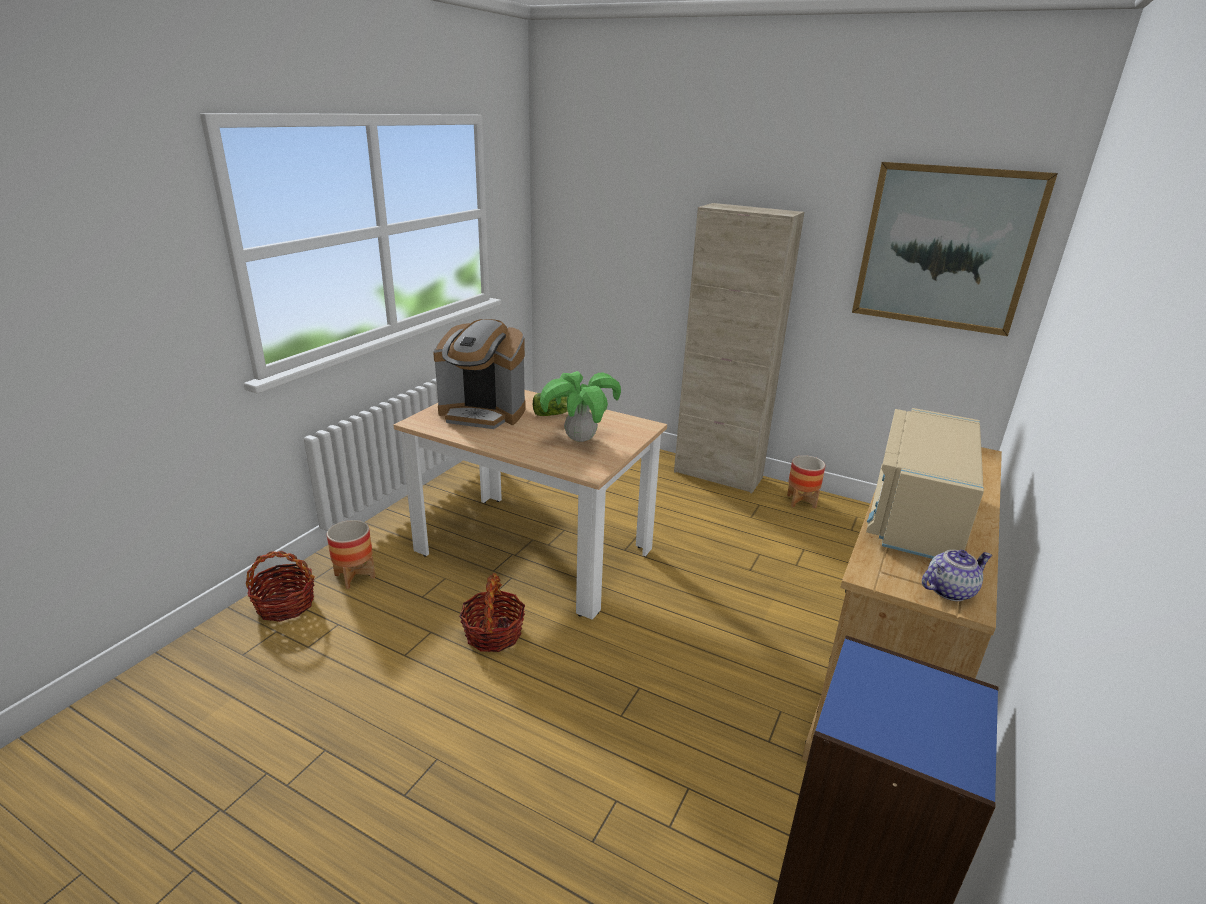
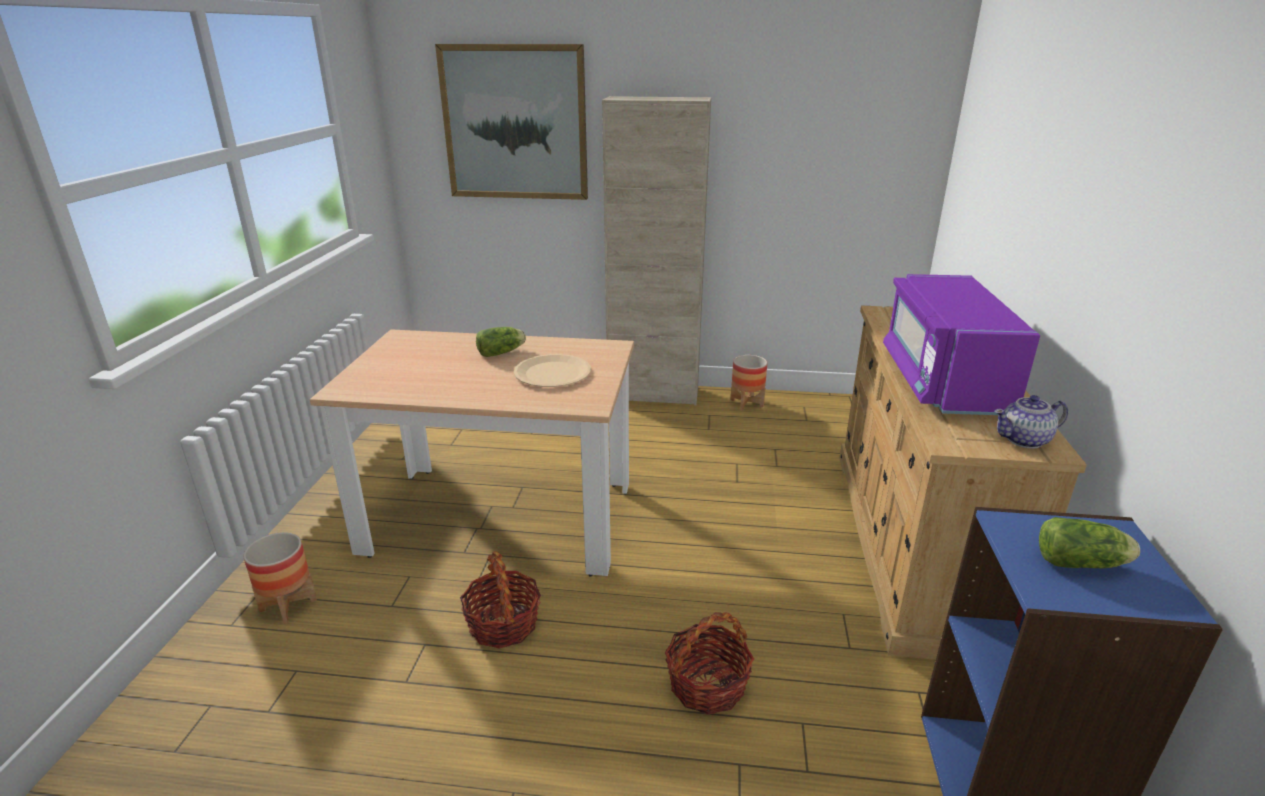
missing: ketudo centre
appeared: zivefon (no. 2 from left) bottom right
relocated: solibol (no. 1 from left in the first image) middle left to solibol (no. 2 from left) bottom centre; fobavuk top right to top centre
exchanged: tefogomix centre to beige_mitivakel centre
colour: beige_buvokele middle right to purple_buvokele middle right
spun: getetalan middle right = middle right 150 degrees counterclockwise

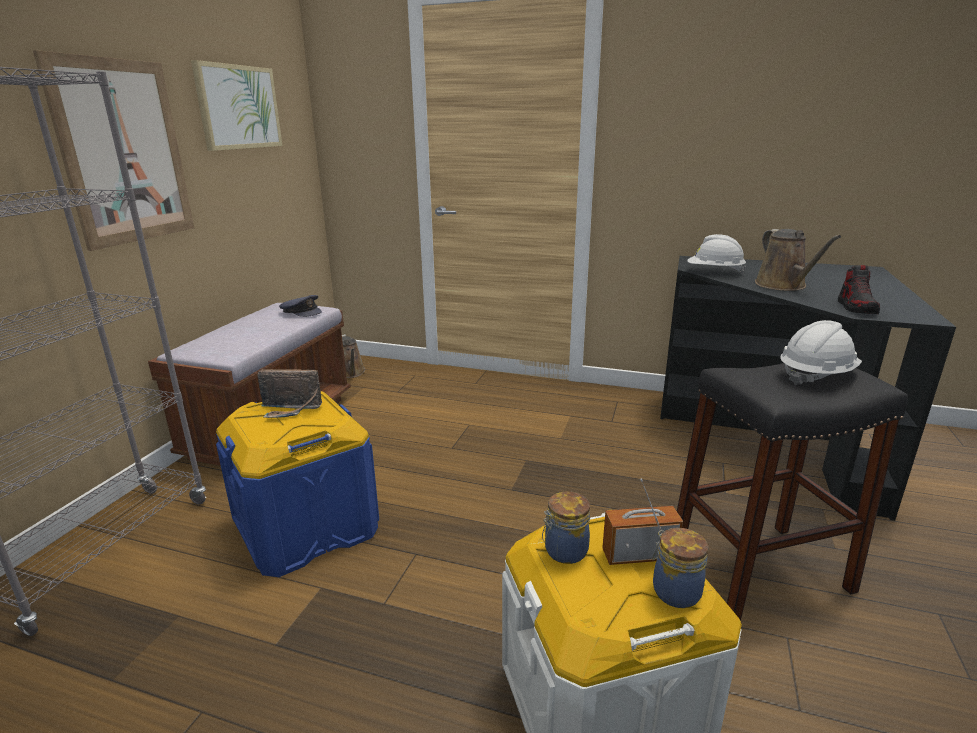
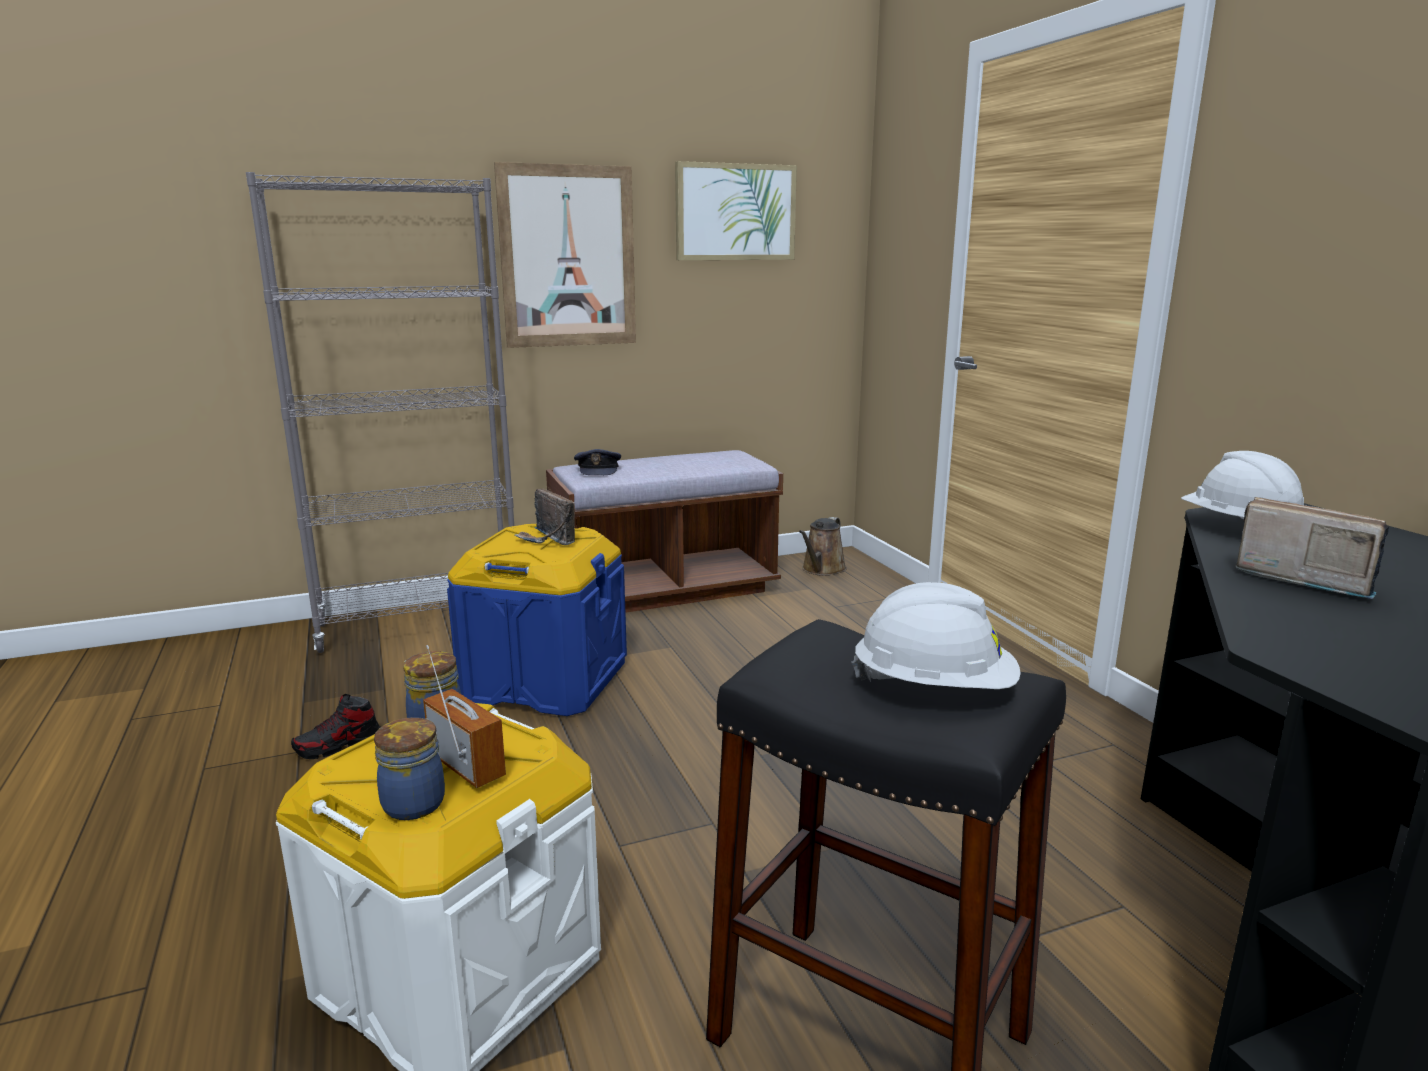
relocated: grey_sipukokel middle left to centre; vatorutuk middle right to bottom left
exchanged: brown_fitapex (no. 2 from left) middle right to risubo (no. 3 from left) middle right

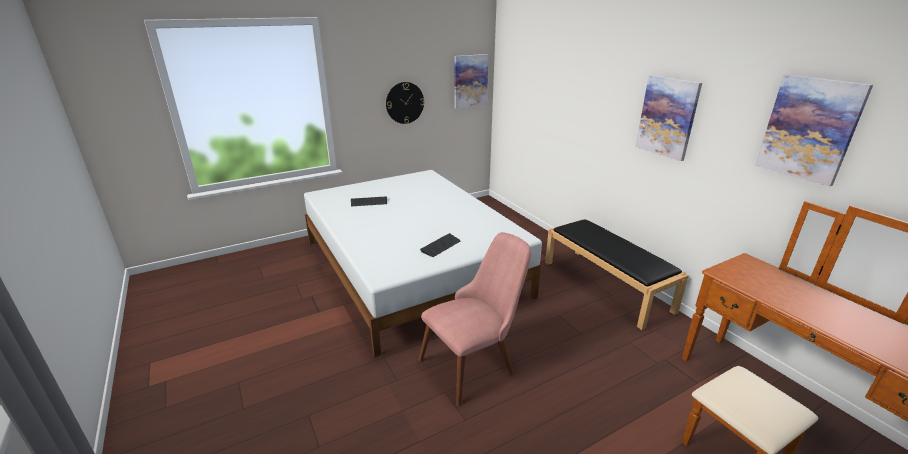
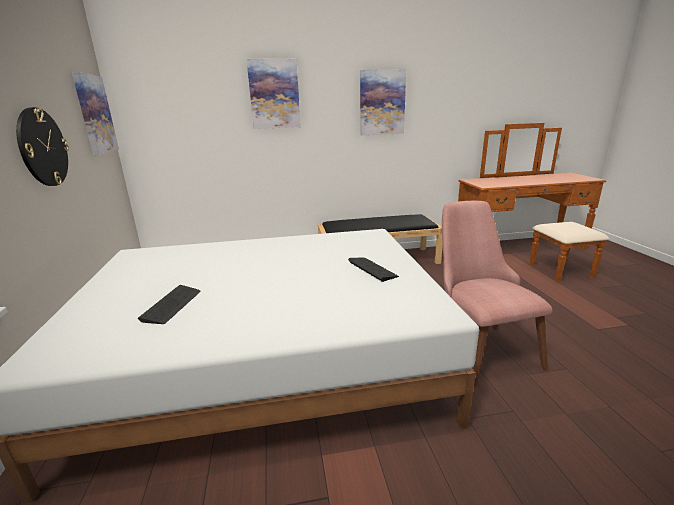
relocated: fobavuk (no. 3 from left in the first image) top right to fobavuk (no. 2 from left) top centre

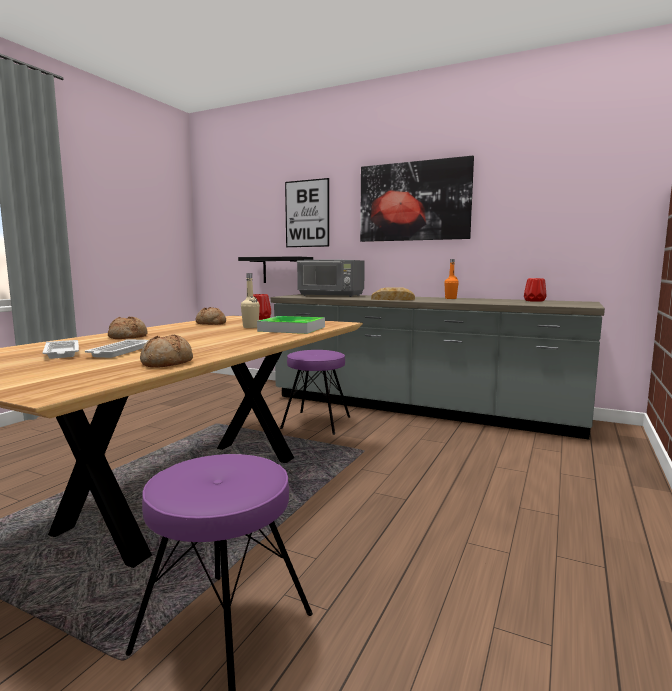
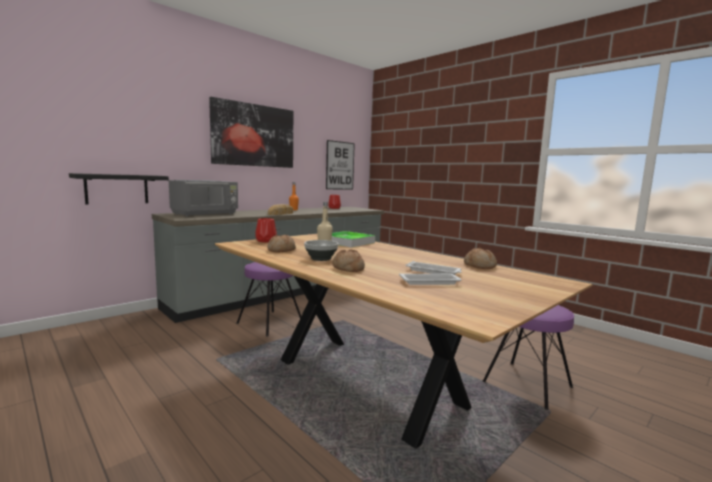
appeared: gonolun centre
relocated: fobavuk (no. 1 from left in the first image) top centre to fobavuk (no. 2 from left) centre

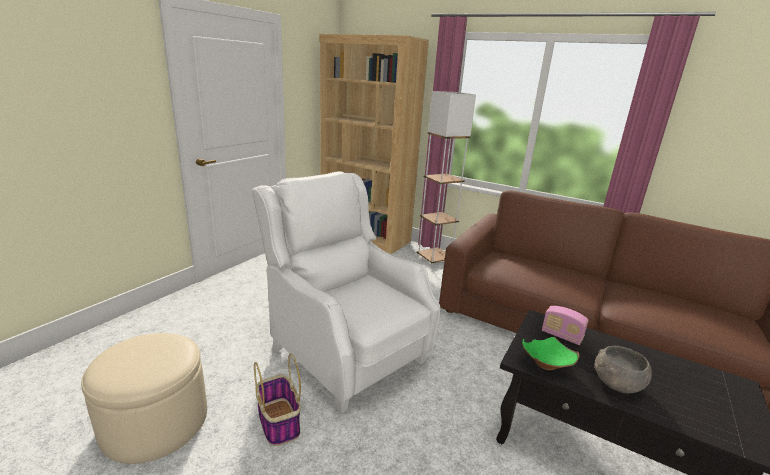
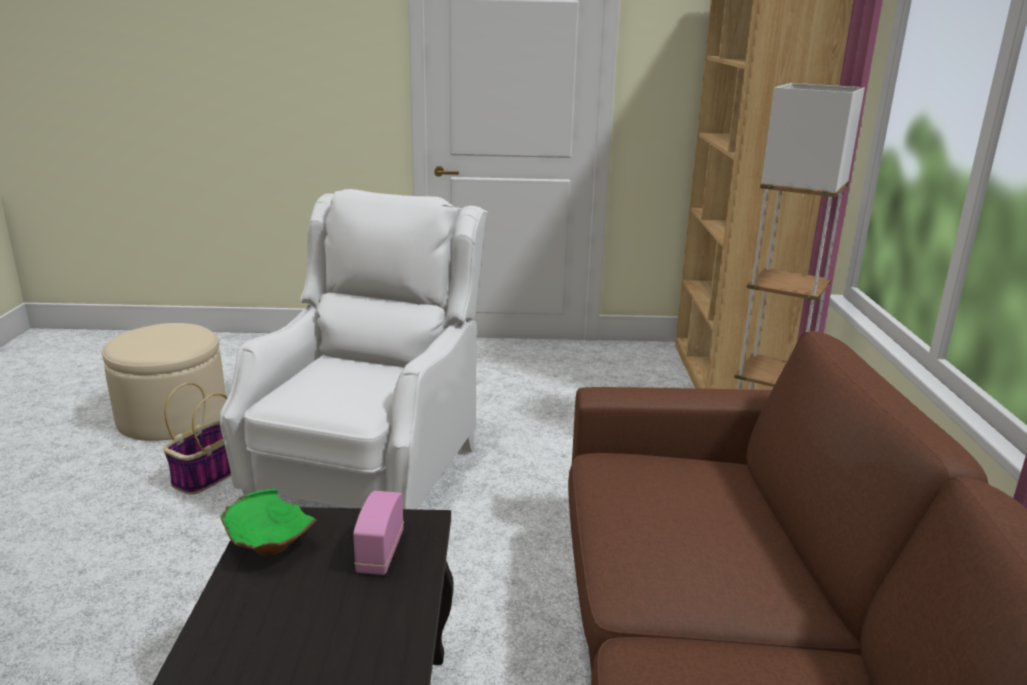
missing: grey_gonolun bottom right

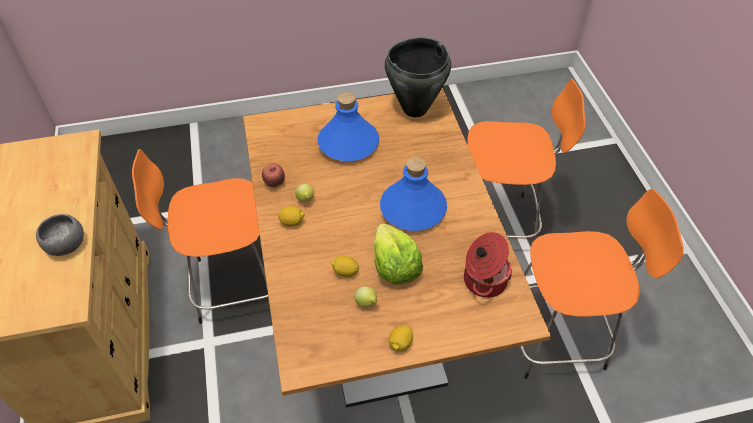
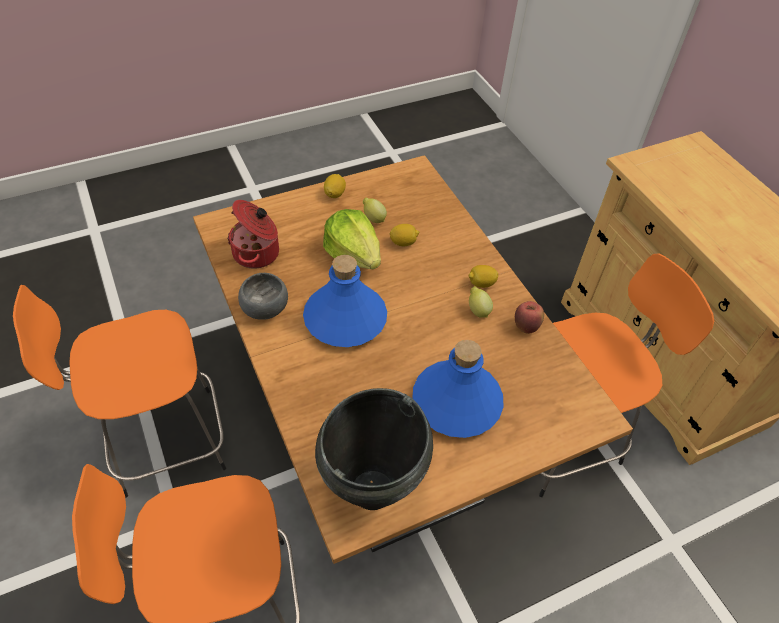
relocated: grey_gonolun middle left to centre

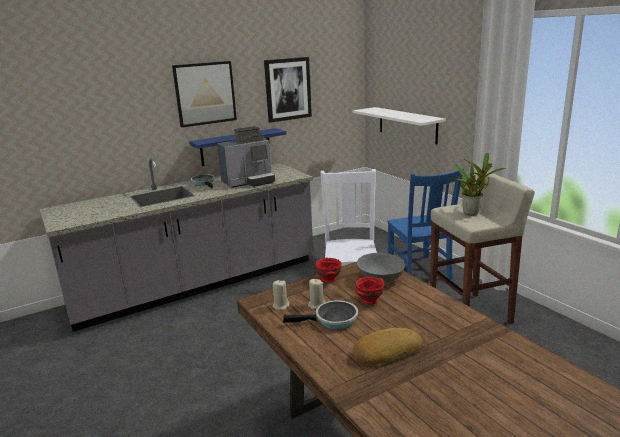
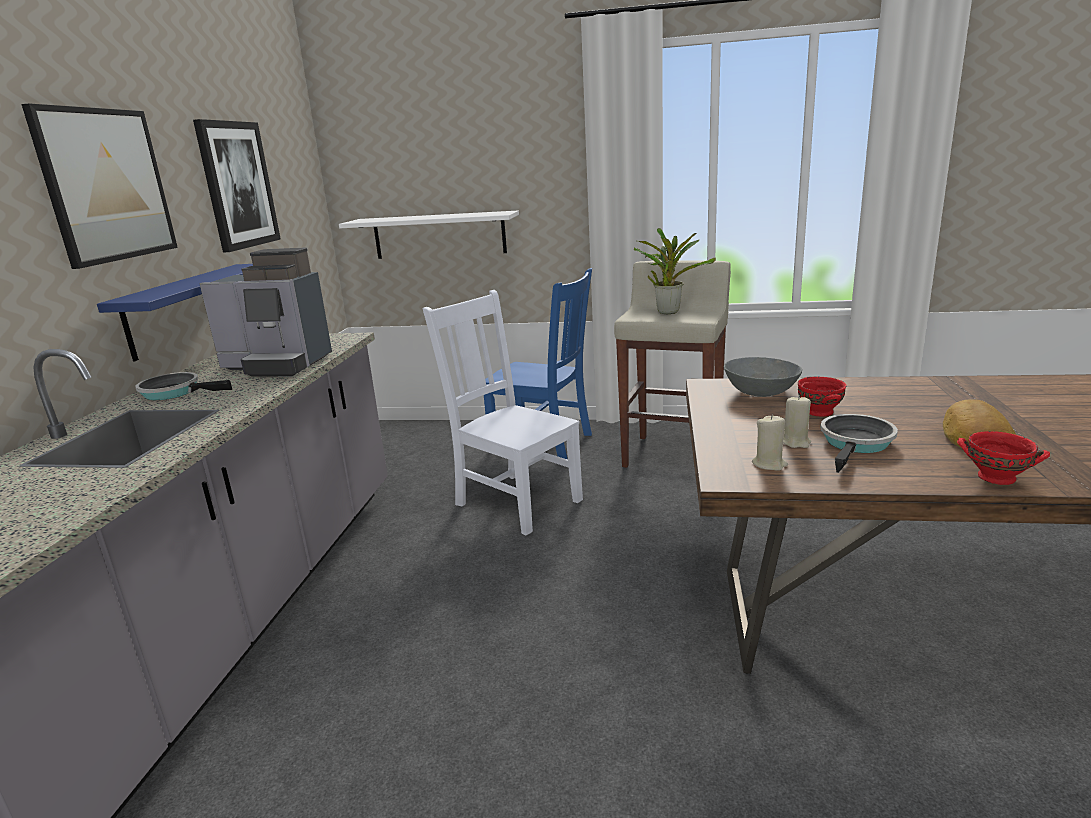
relocated: red_gonolun (no. 1 from left in the first image) centre to red_gonolun (no. 2 from left) middle right
spun: ketudo centre = middle left 90 degrees clockwise

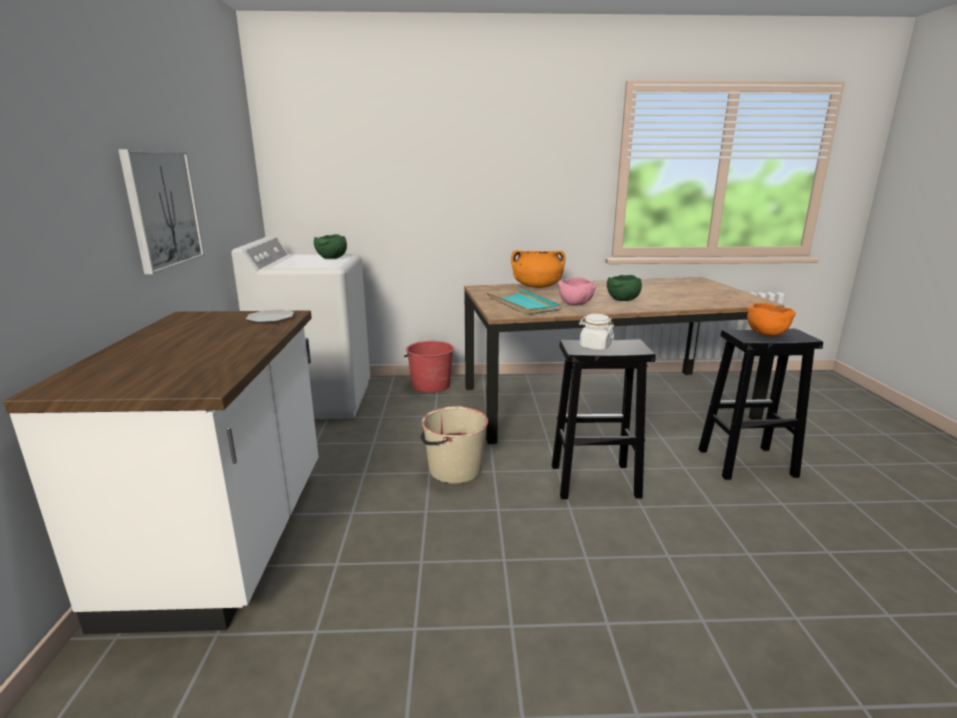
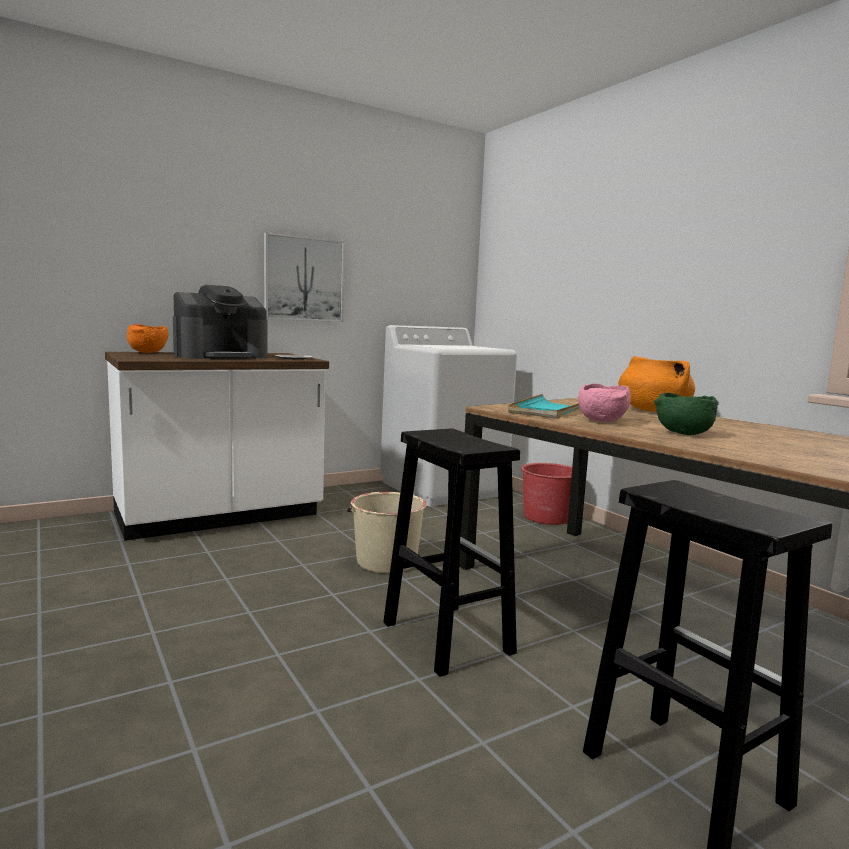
missing: green_gonolun (no. 1 from left) centre; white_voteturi centre
appeared: ketudo middle left
relocated: orange_gonolun middle right to middle left

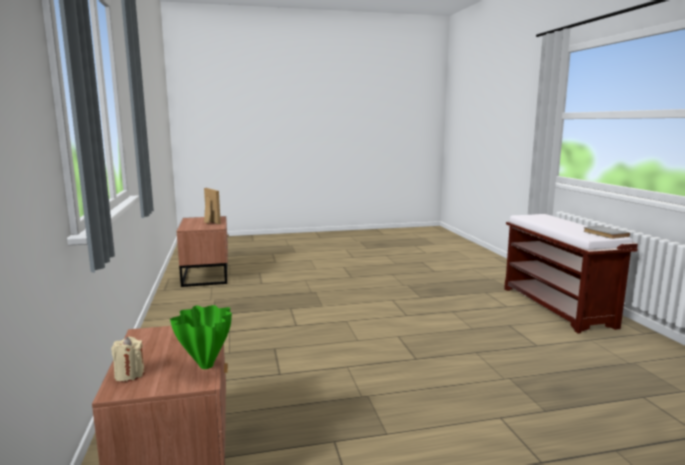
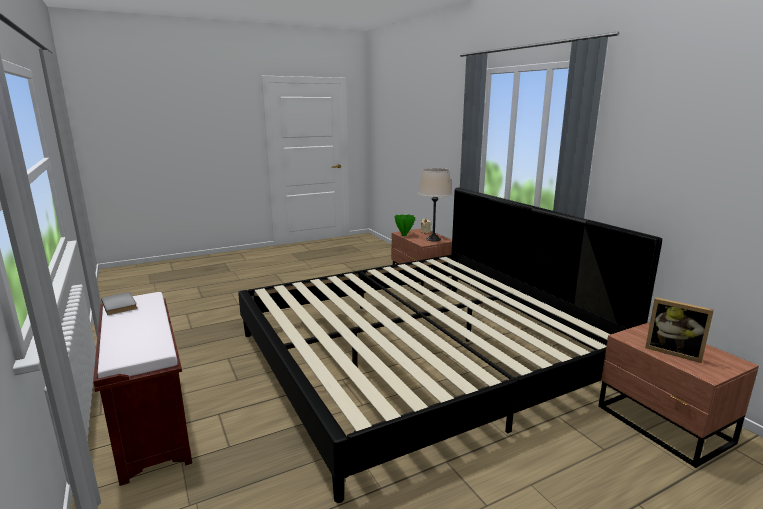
appeared: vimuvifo bottom centre; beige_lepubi centre

